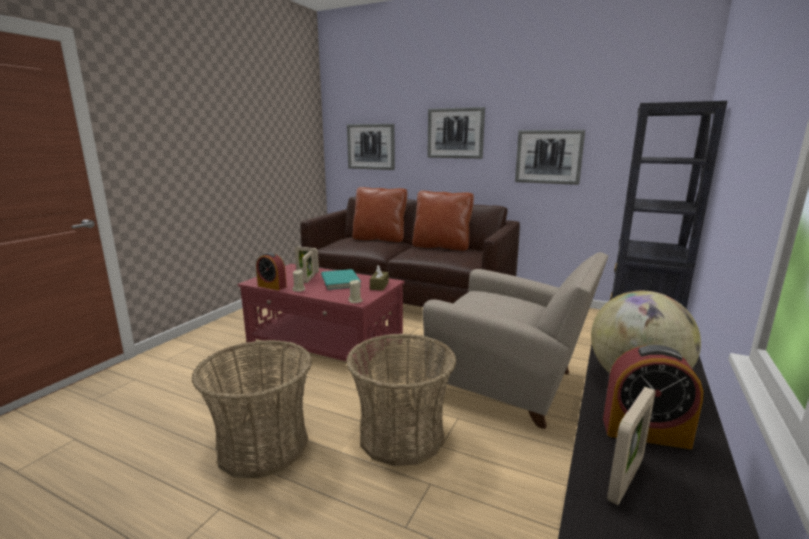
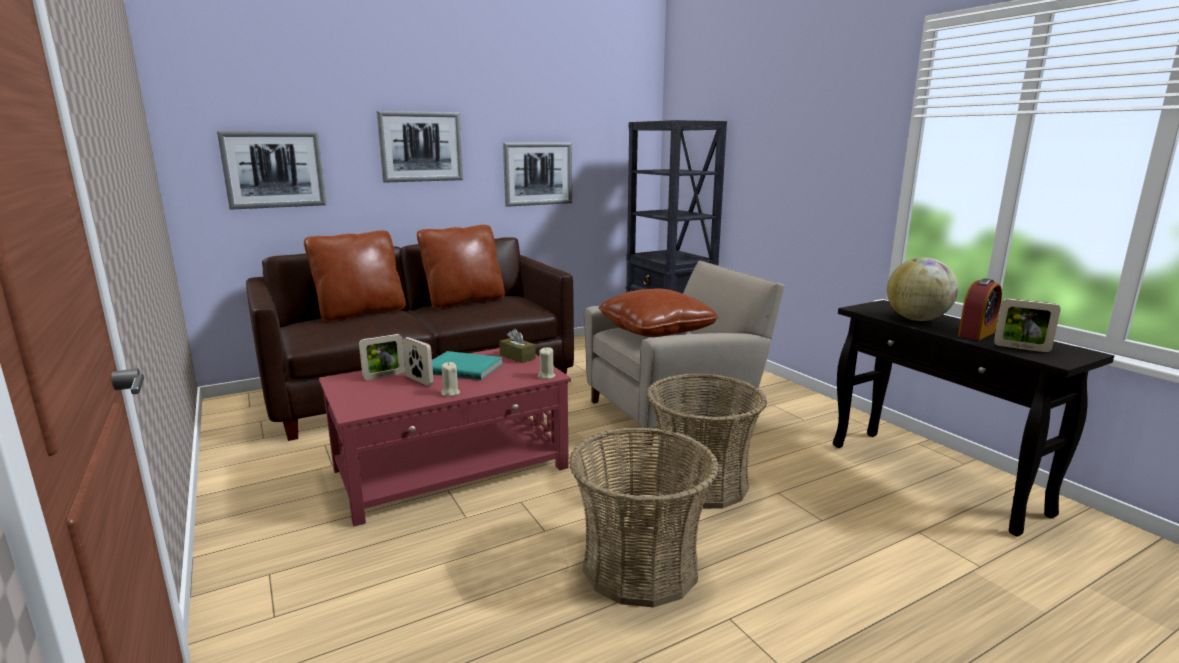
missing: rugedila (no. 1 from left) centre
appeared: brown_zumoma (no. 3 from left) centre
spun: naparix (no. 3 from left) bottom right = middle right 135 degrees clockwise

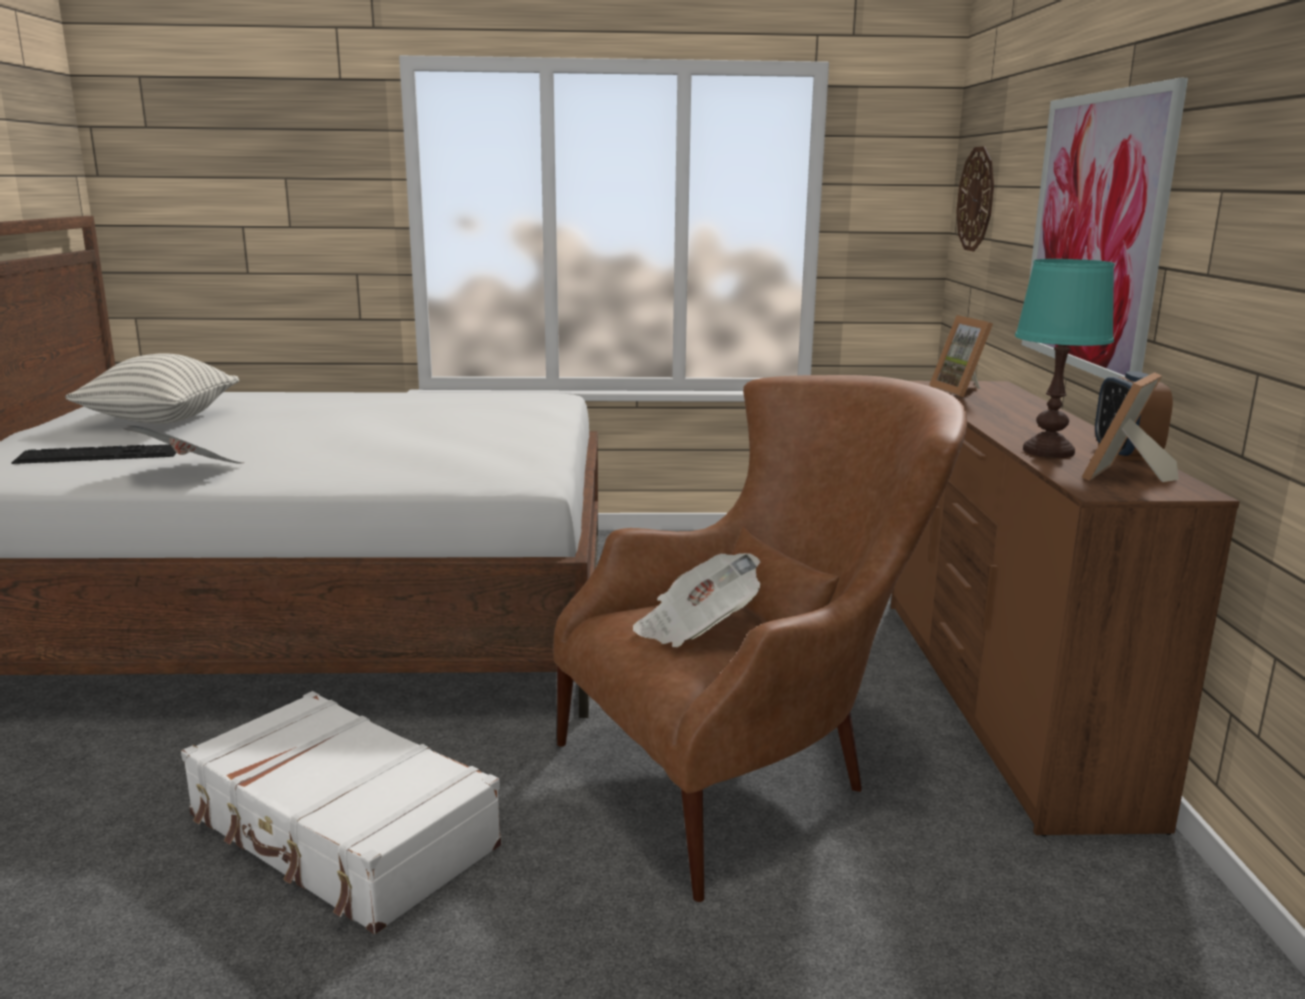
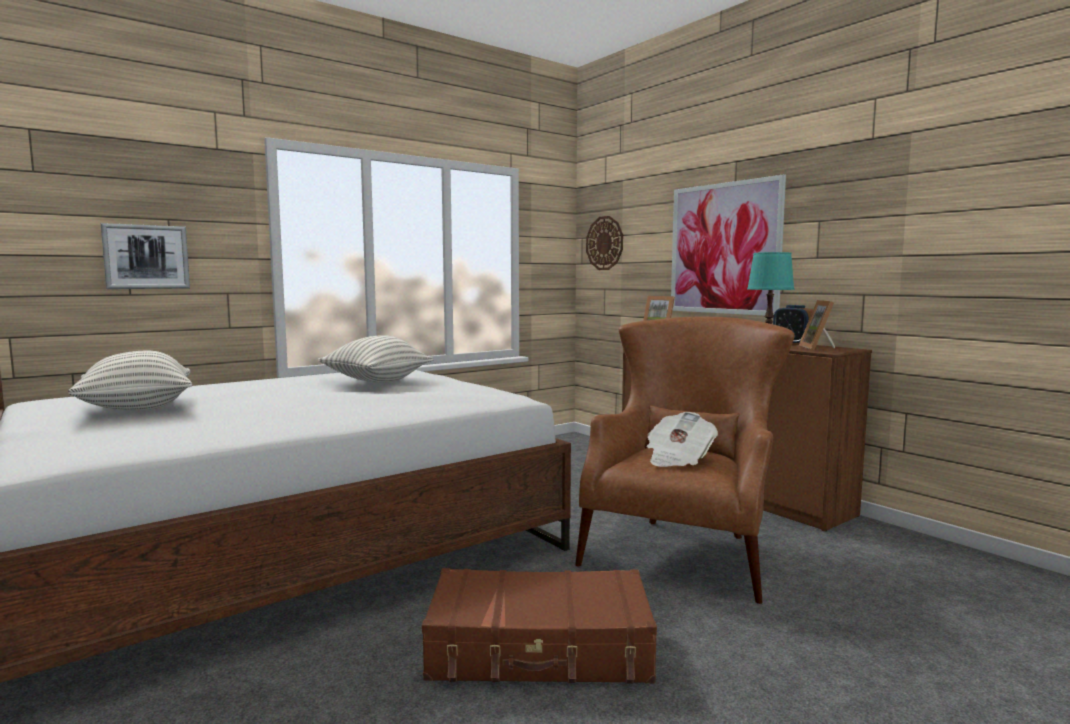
missing: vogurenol middle left; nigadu (no. 1 from left) middle left
appeared: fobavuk (no. 1 from left) middle left; zumoma (no. 2 from left) centre
colour: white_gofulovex bottom left to brown_gofulovex bottom centre

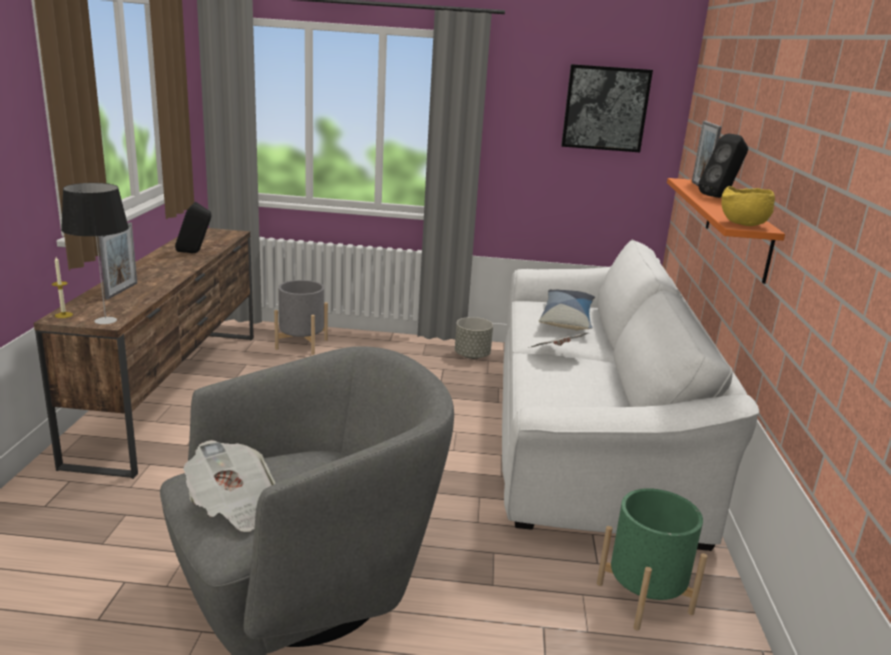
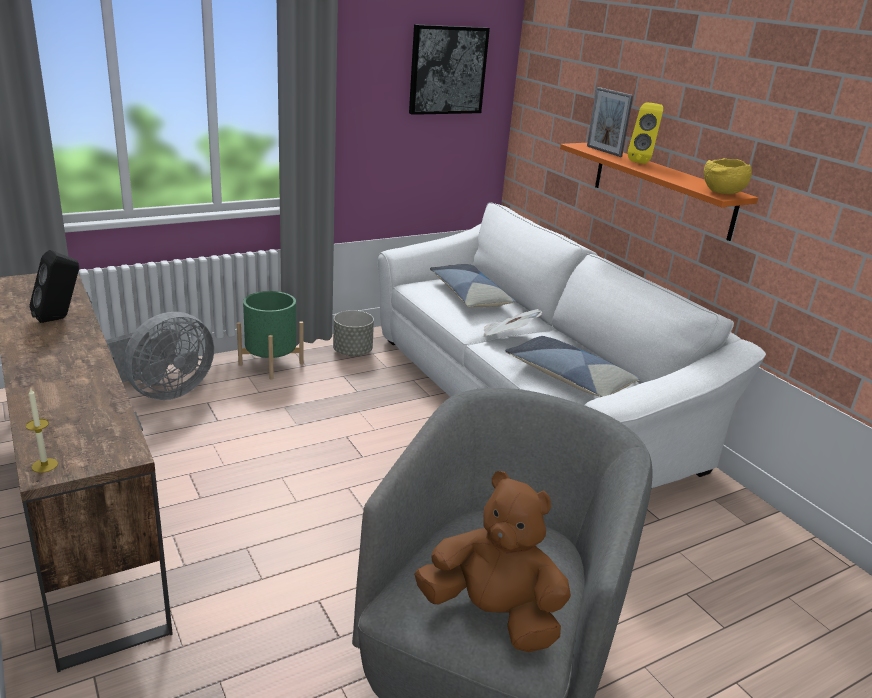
missing: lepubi middle left; naparix (no. 1 from left) middle left
appeared: zumoma (no. 2 from left) centre
relocated: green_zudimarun bottom right to middle left
exchanged: nigadu (no. 1 from left) bottom left to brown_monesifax bottom centre; grey_zudimarun (no. 1 from left) centre to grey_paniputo middle left
colour: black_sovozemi (no. 2 from left) top right to yellow_sovozemi top right

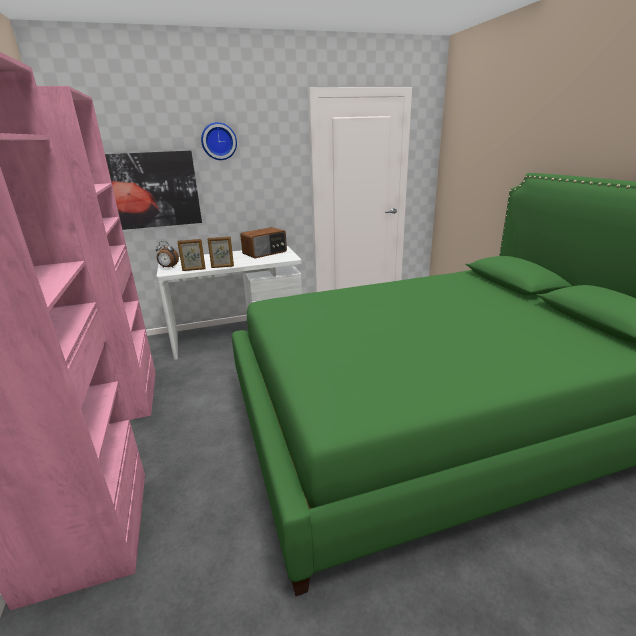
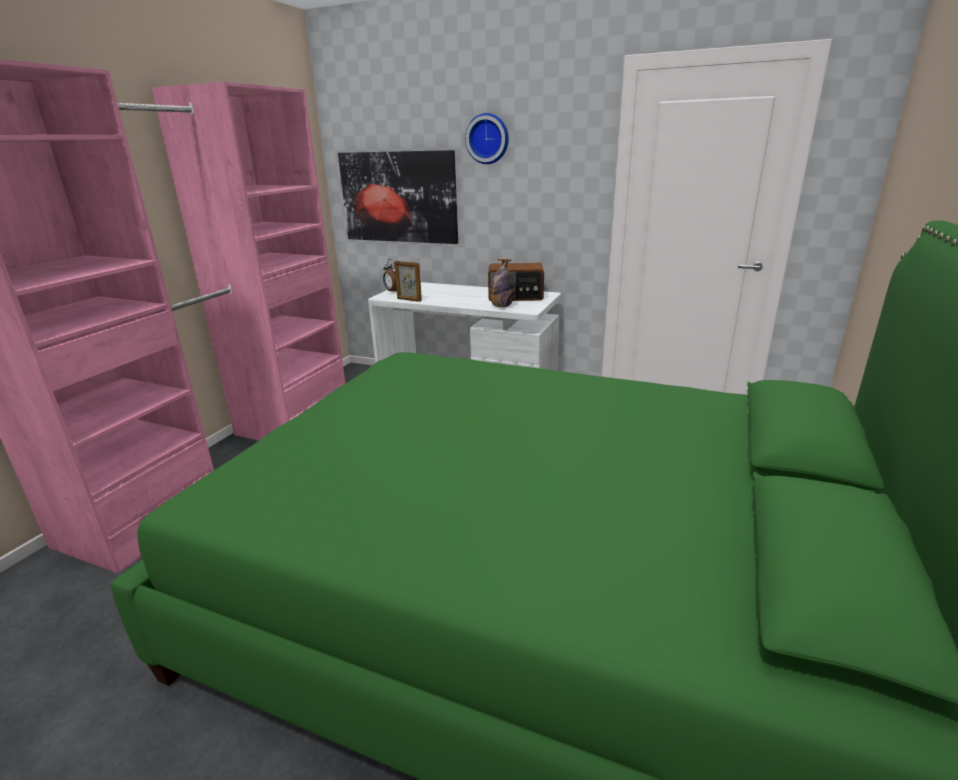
missing: naparix (no. 2 from left) centre
appeared: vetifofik centre

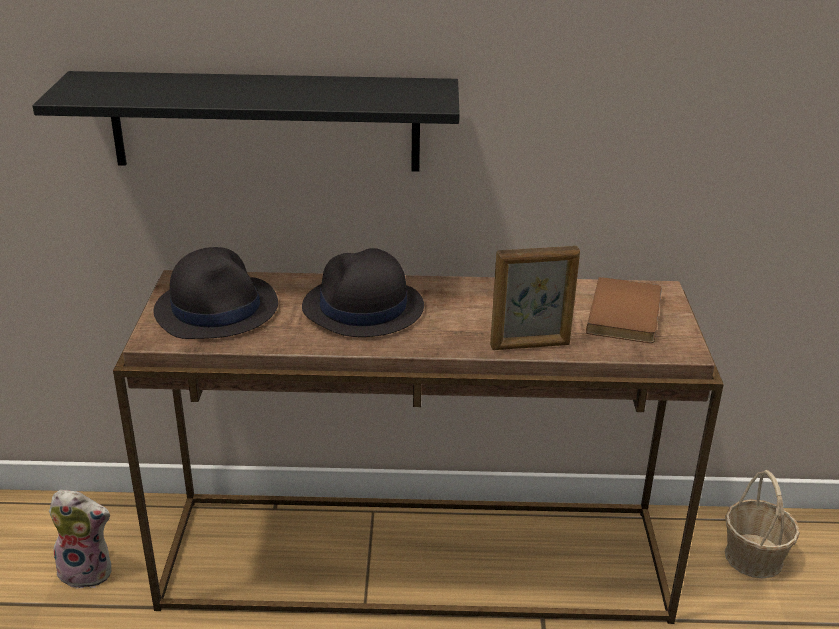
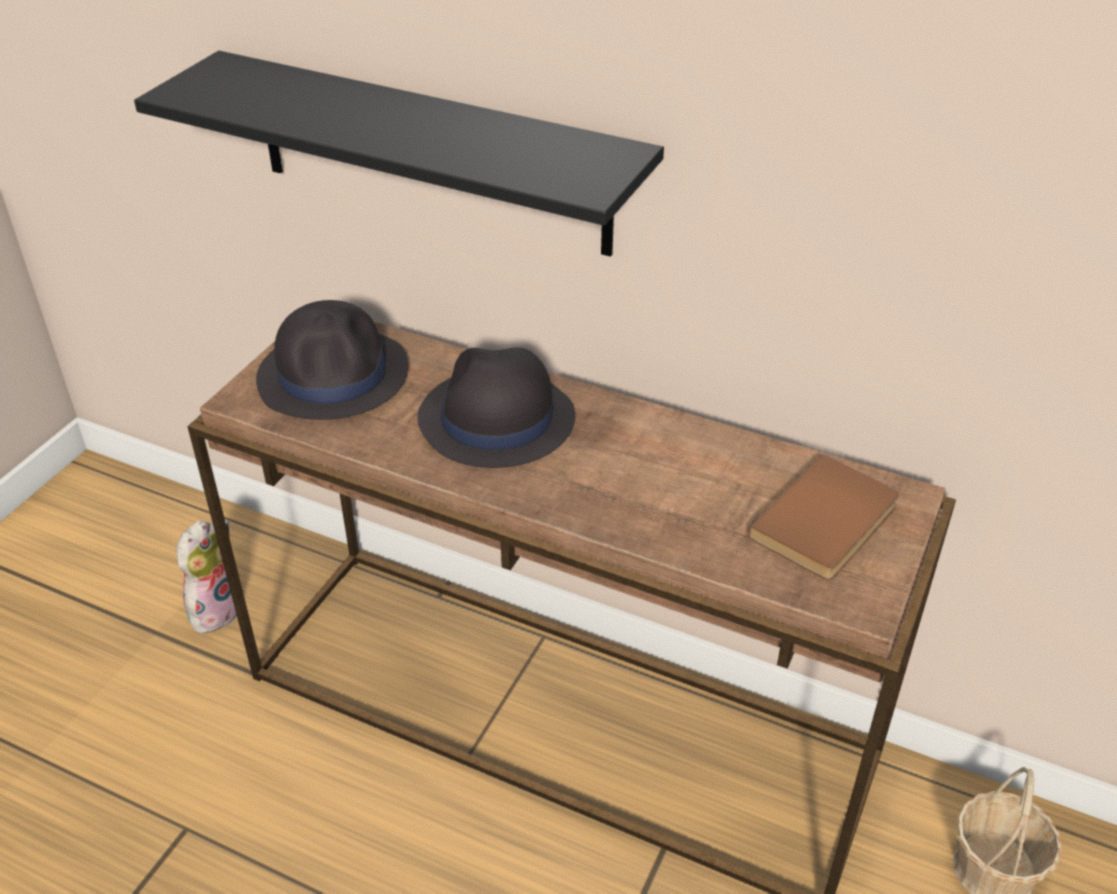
missing: naparix centre
spun: monesifax bottom left = middle left 90 degrees counterclockwise

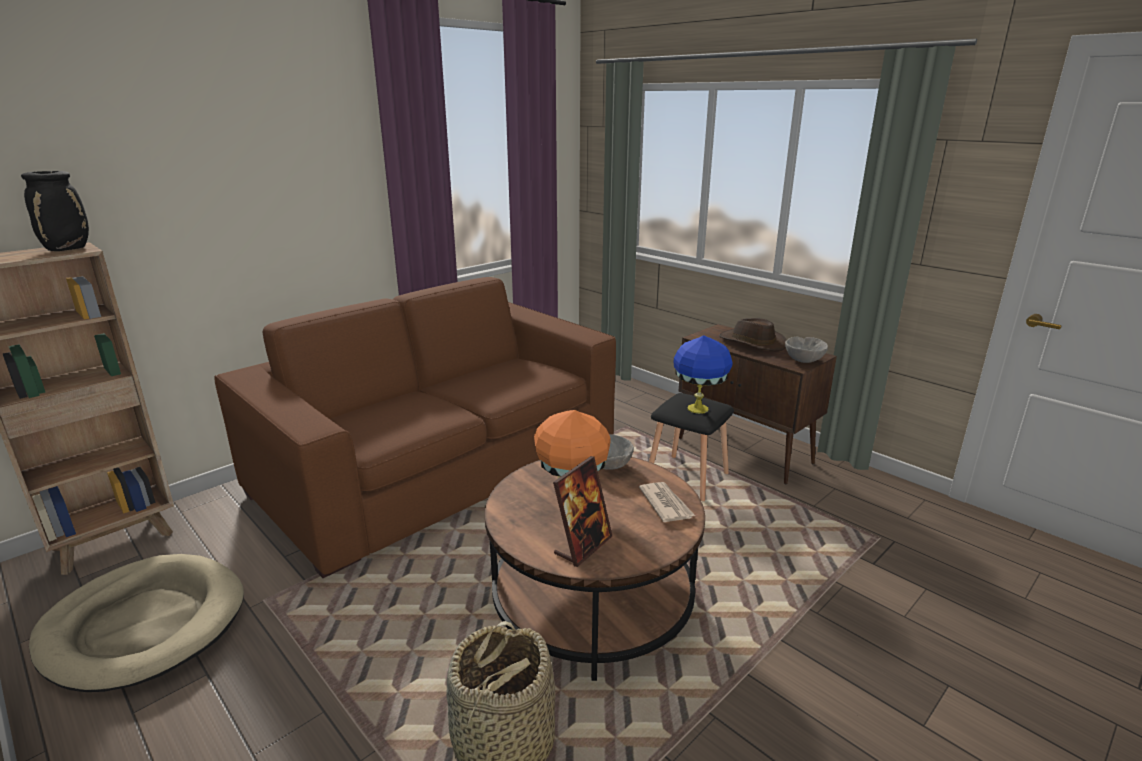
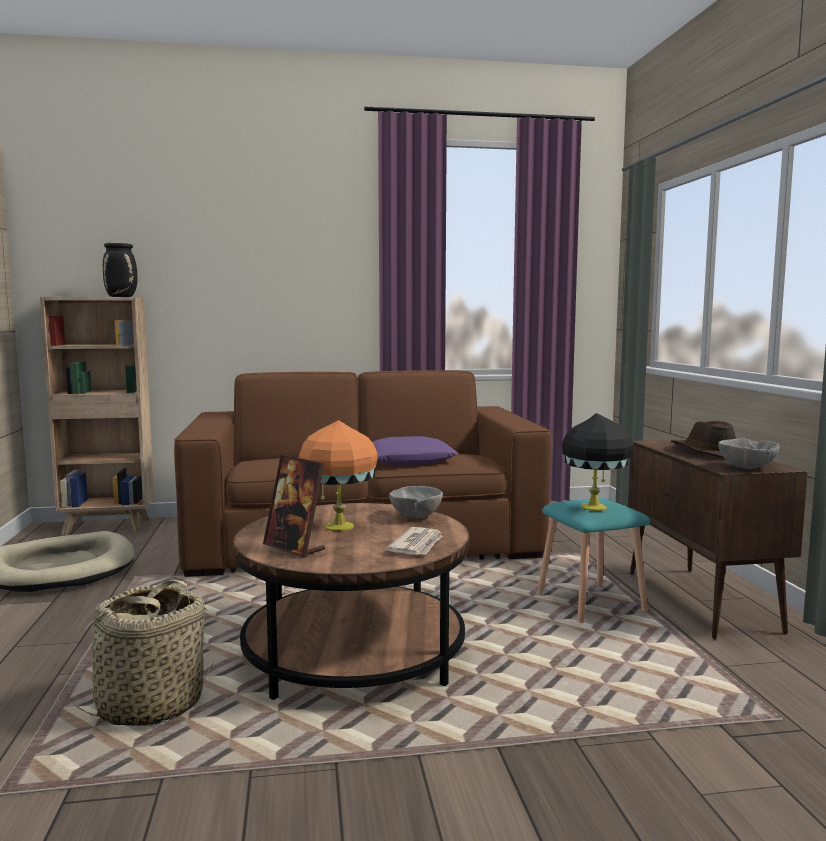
appeared: purple_zumoma centre
colour: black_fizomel centre to turquoise_fizomel middle right; blue_lepubi centre to black_lepubi middle right
spun: naparix bottom centre = centre 60 degrees clockwise

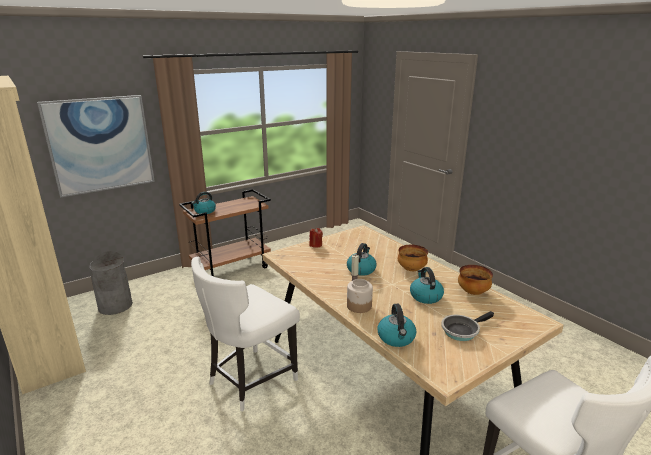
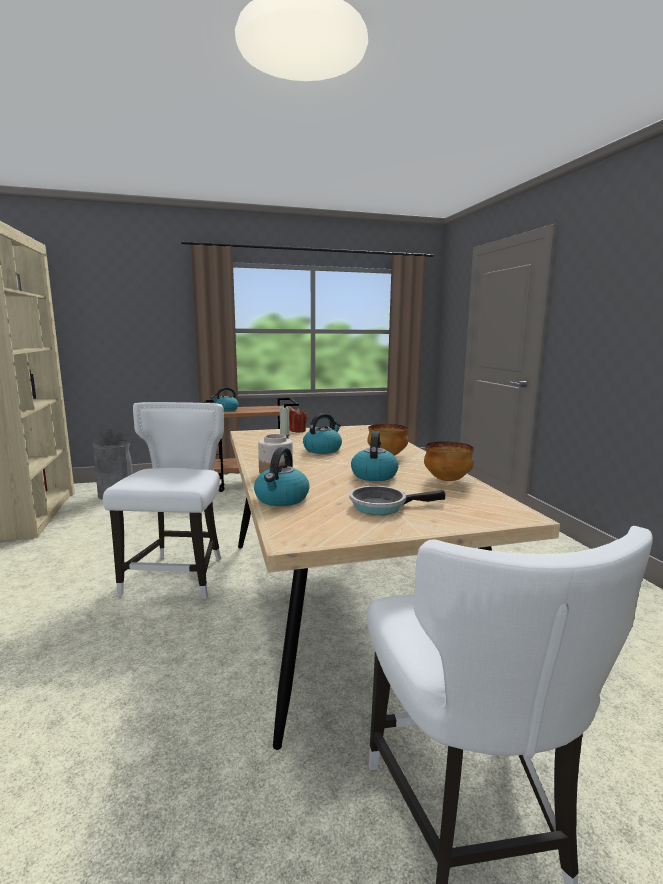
missing: fobavuk top left
spun: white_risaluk (no. 1 from left) bottom centre = middle left 120 degrees clockwise

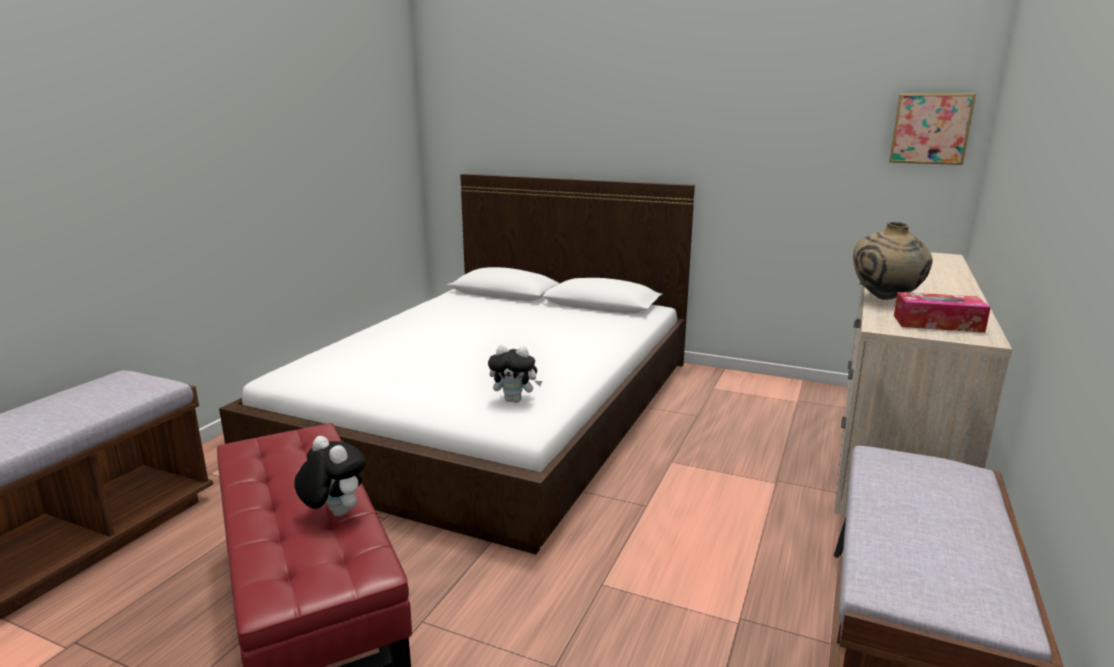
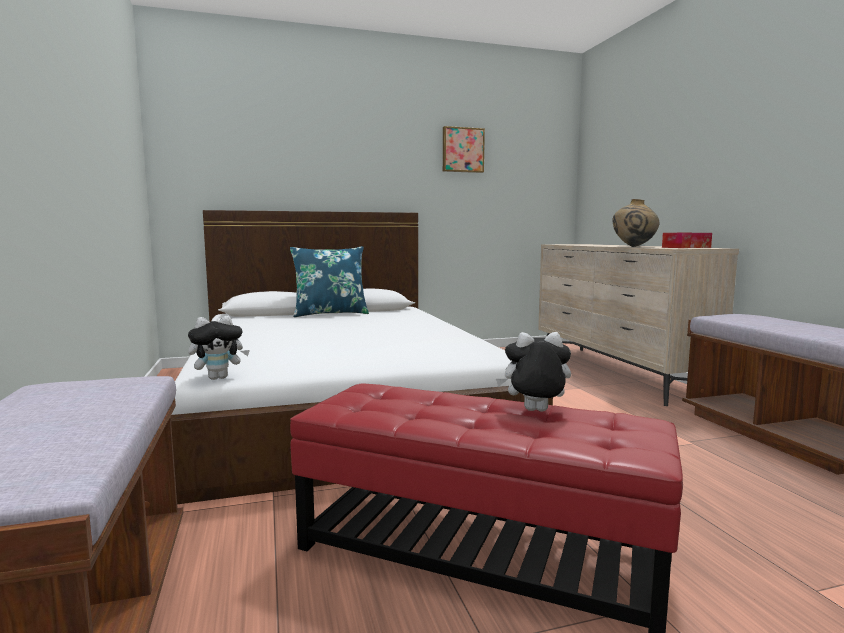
appeared: blue_zumoma centre
relocated: monesifax (no. 2 from left in the first image) centre to monesifax (no. 1 from left) middle left; fobavuk top right to top centre

